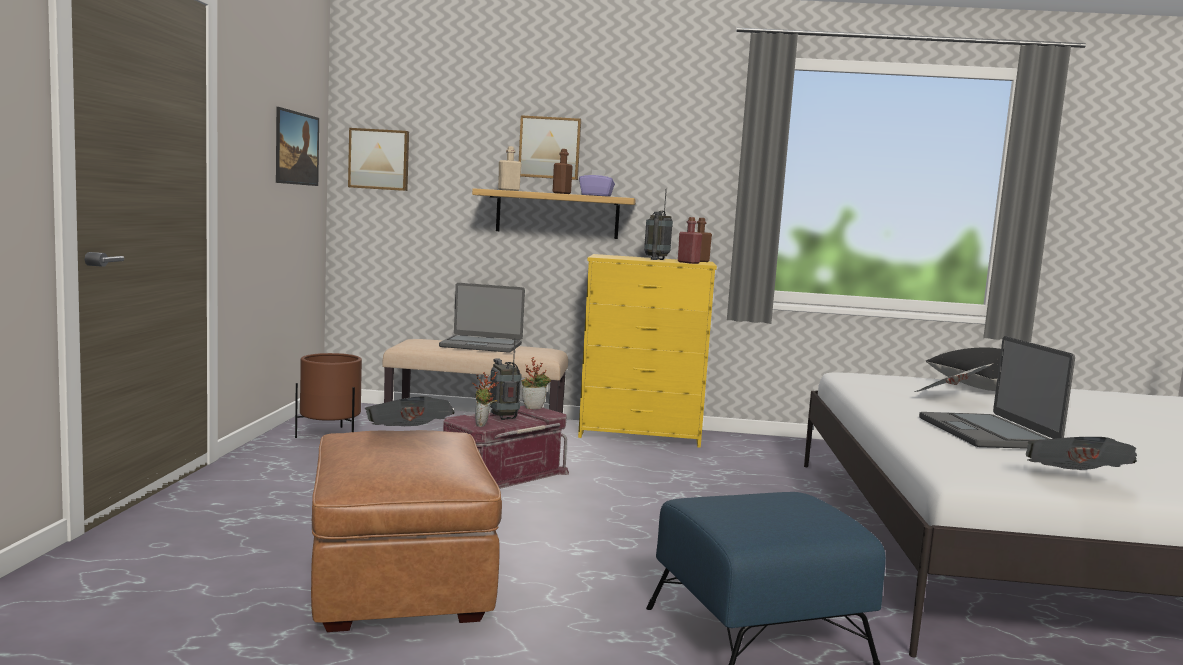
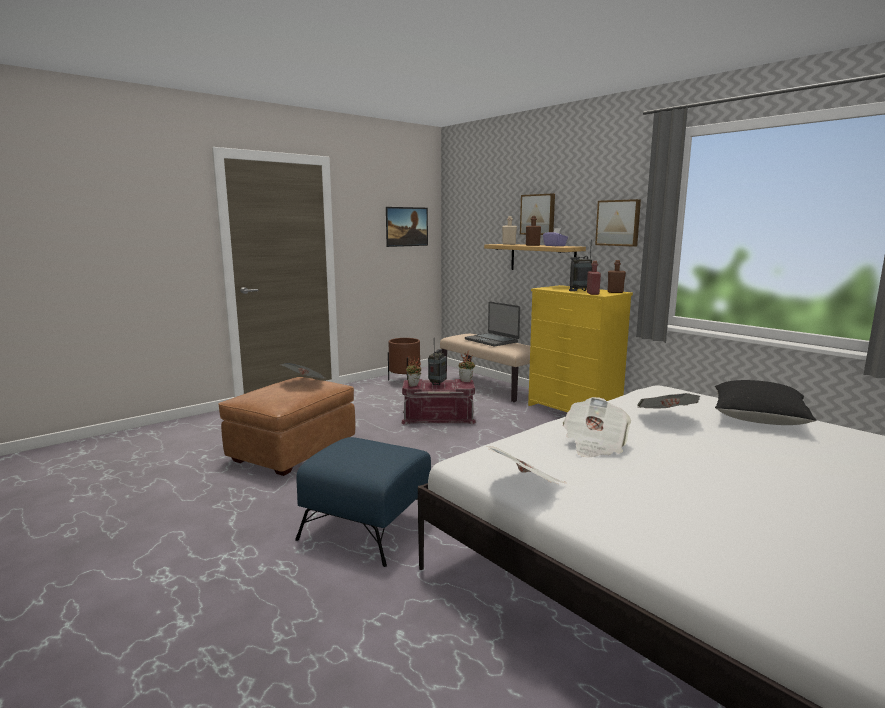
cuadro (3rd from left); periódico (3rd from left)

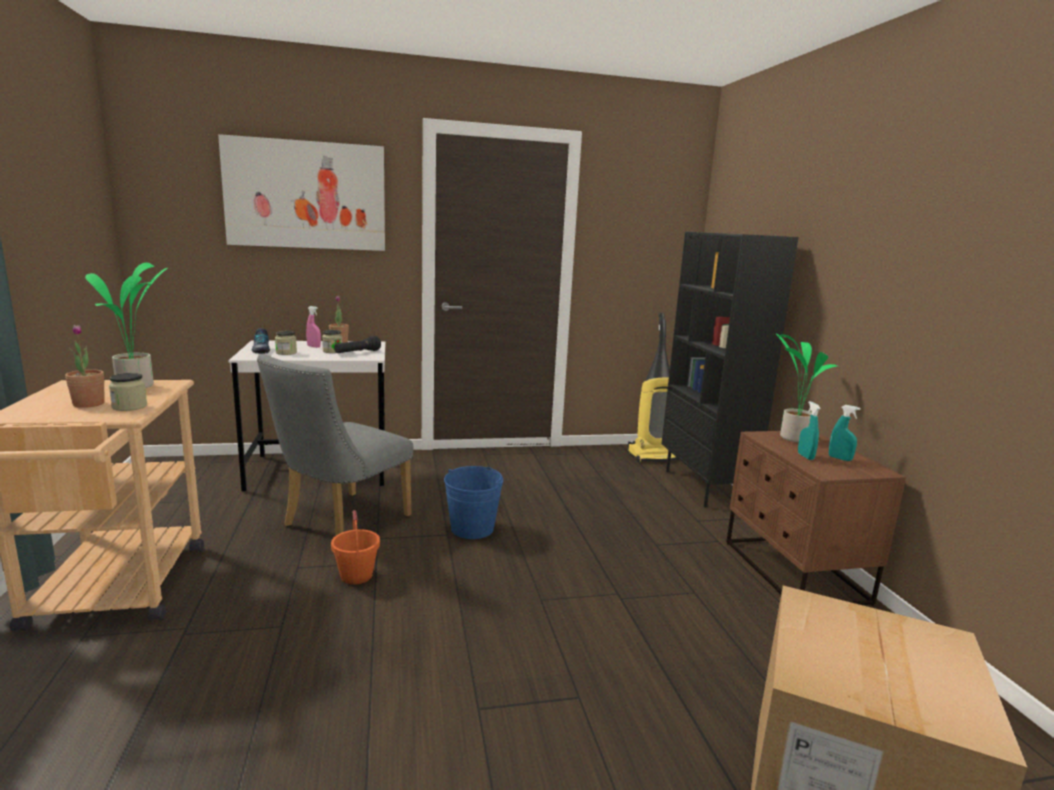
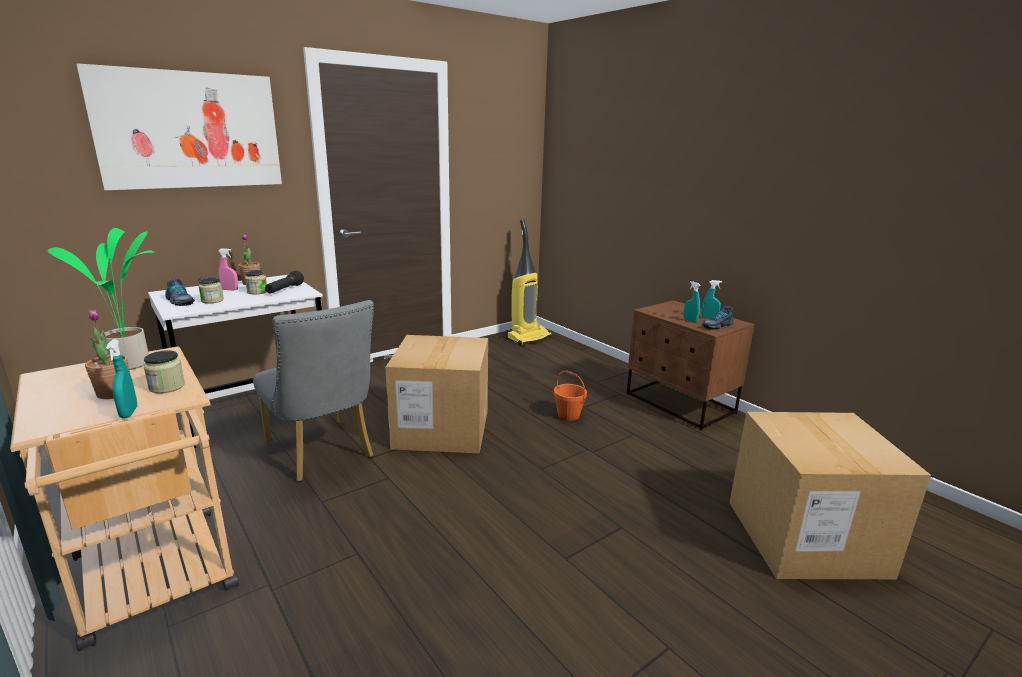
estantería [negro]; planta en maceta (4th from left in the first image); silla [gris]; caja de cartón (1st from left); cubo [naranja]; zapato (2nd from left); pulverizador [turquesa] (1st from left)

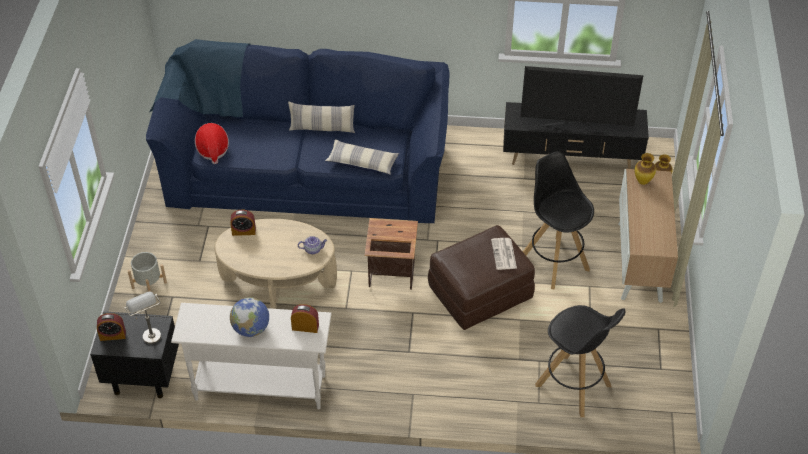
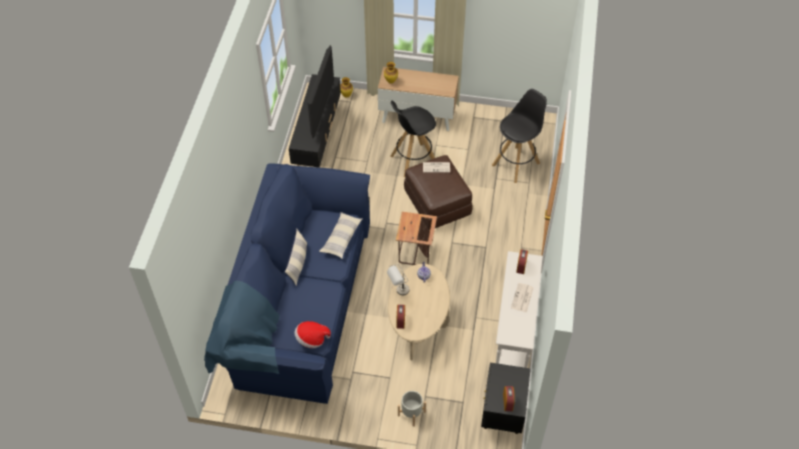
lámpara de mesa [gris]; periódico (2nd from left)

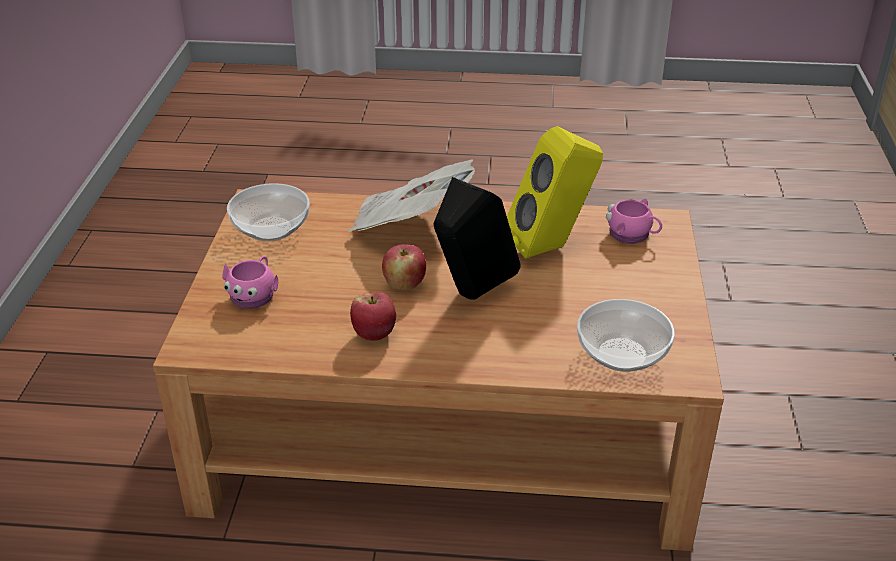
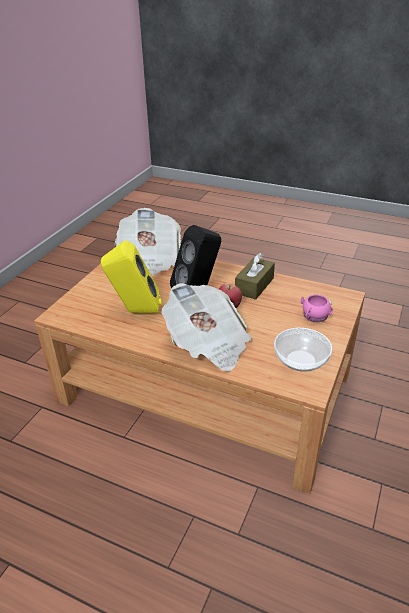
taza grande [rosa] (2nd from left in the first image); caja de pañuelos [marrón]; periódico (1st from left)

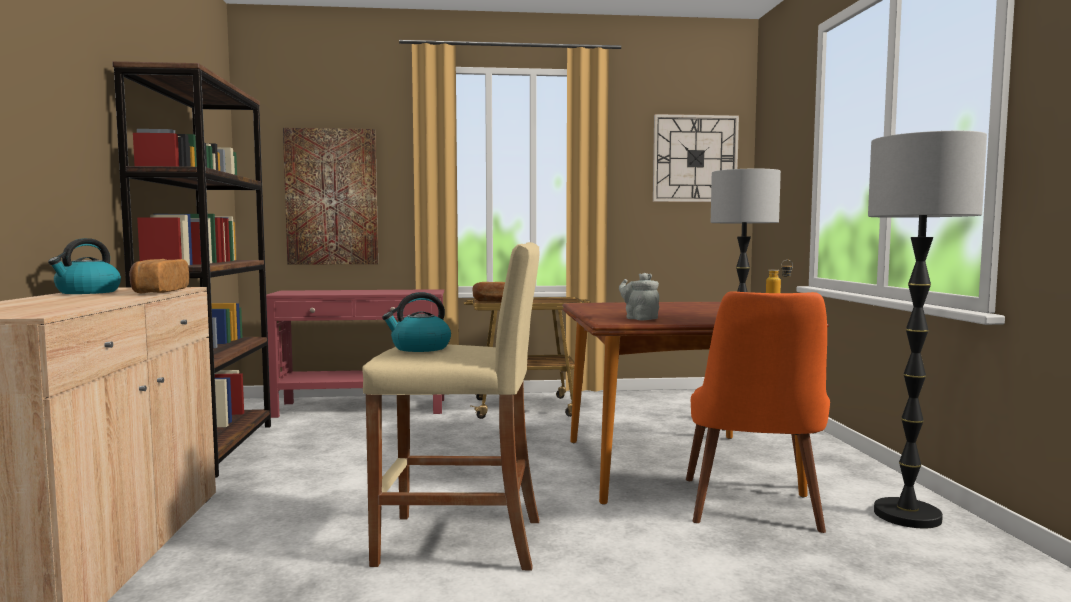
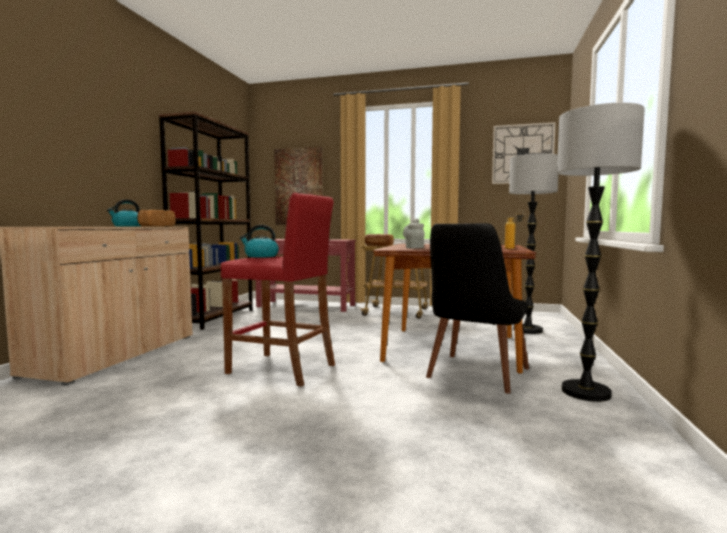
taburete [rojo]; silla [negro]

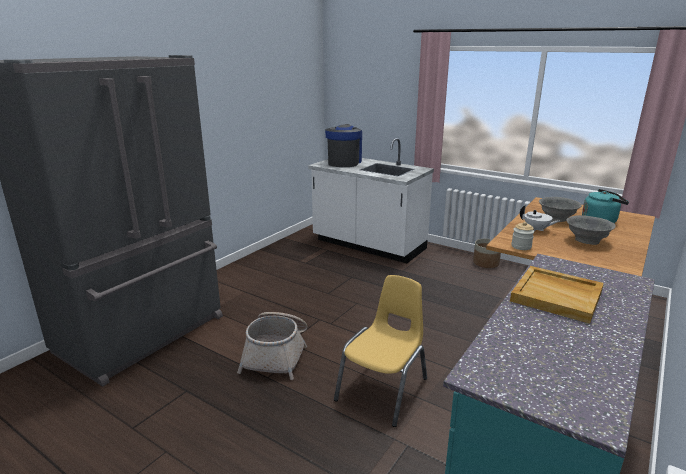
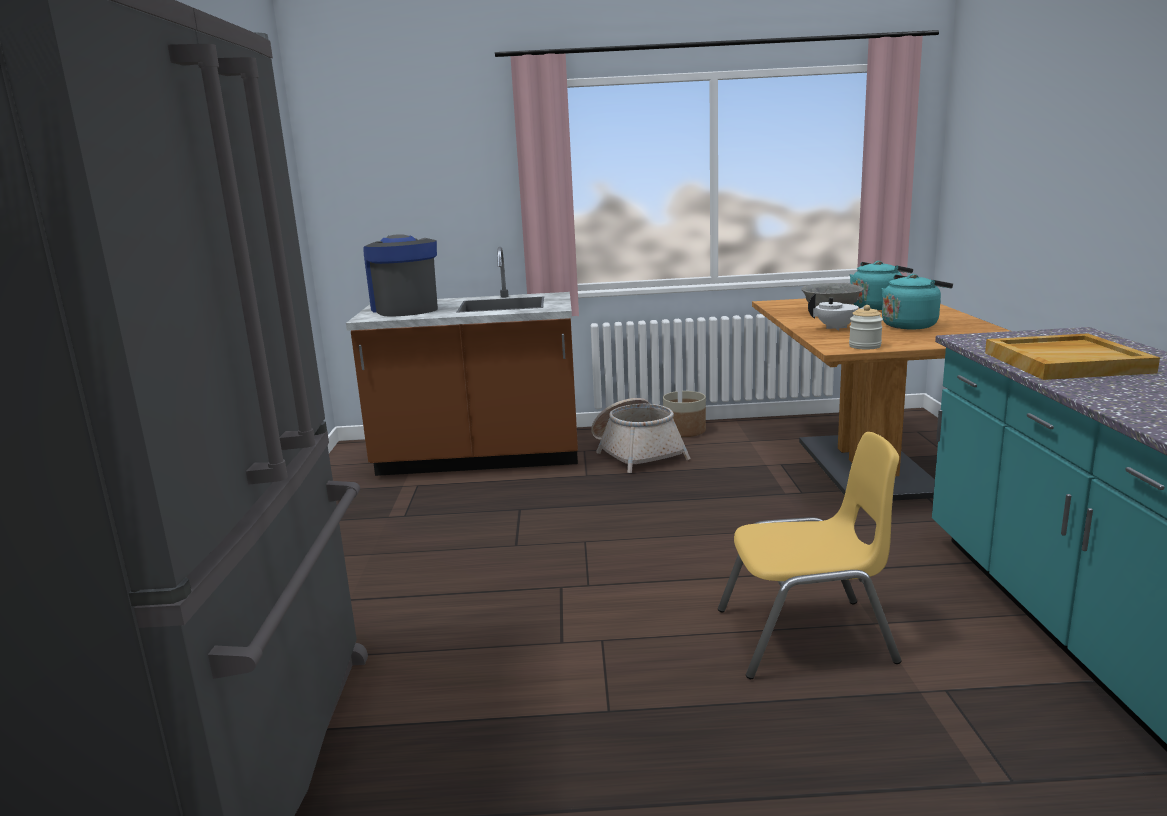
mueble bajo de cocina [marrón]; hervidor [turquesa] (2nd from left); silla [amarillo]; cesta

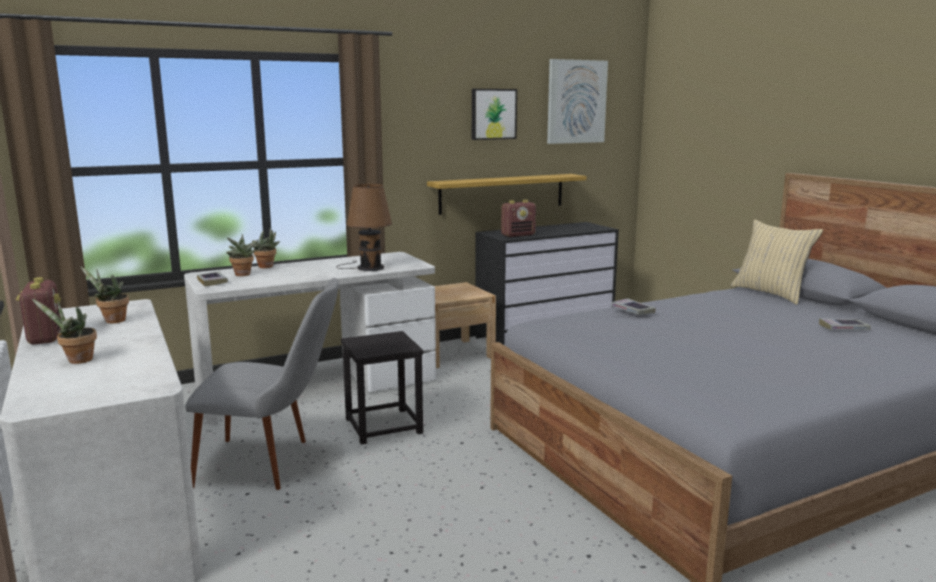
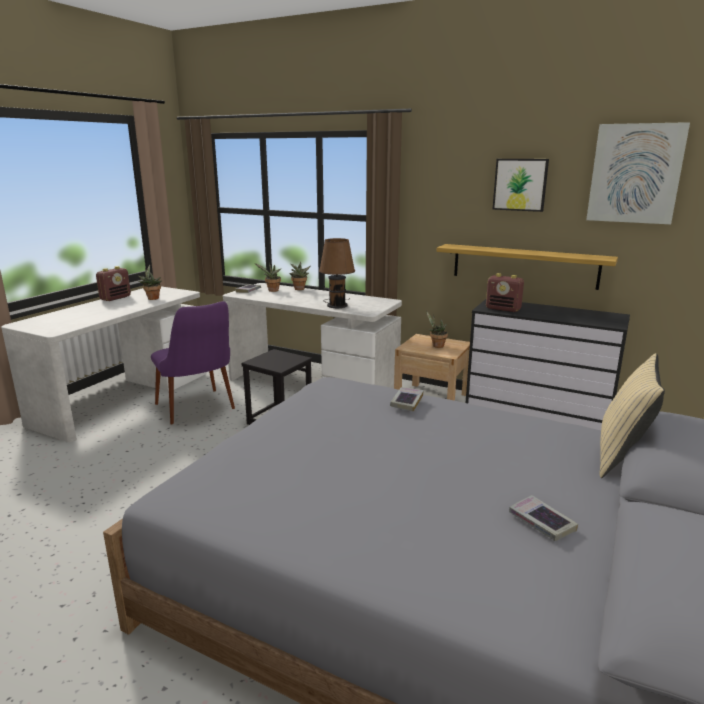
silla [morado]; planta en maceta (4th from left)

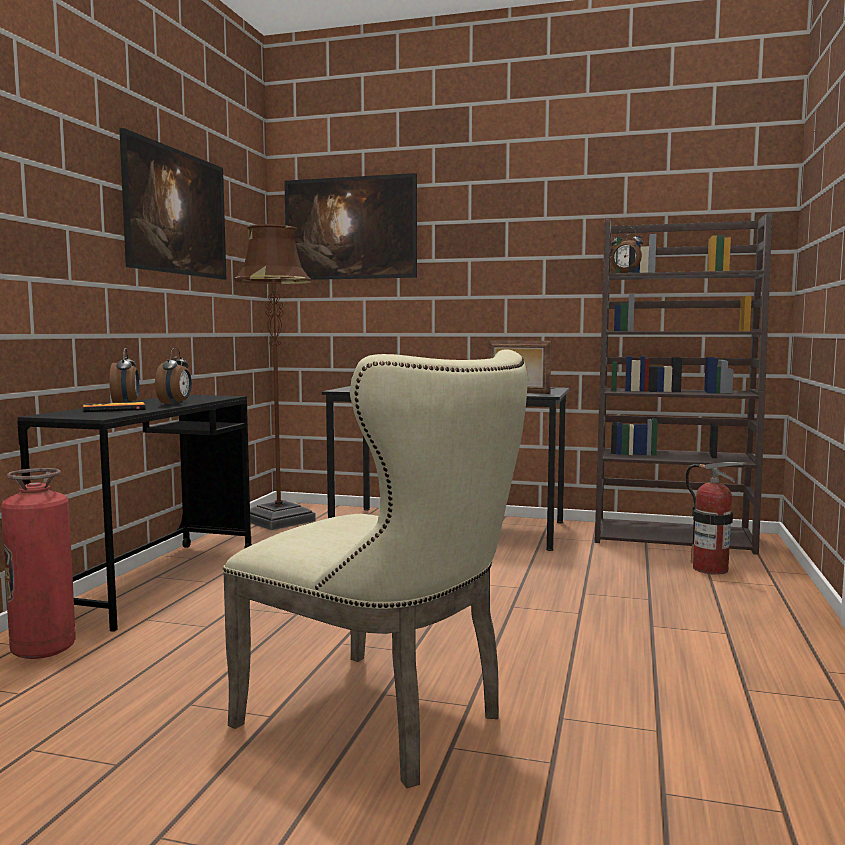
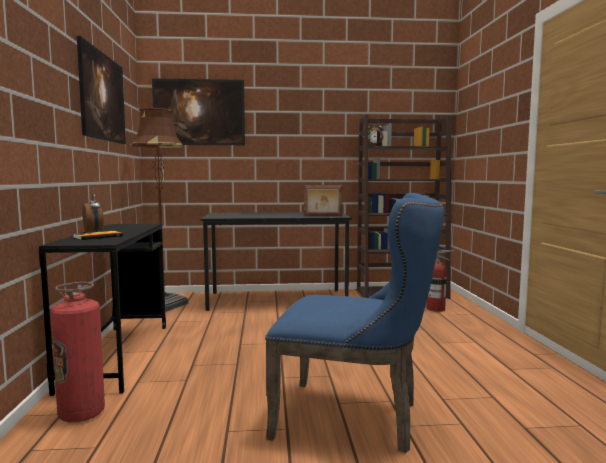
despertador (2nd from left in the first image); silla [azul]

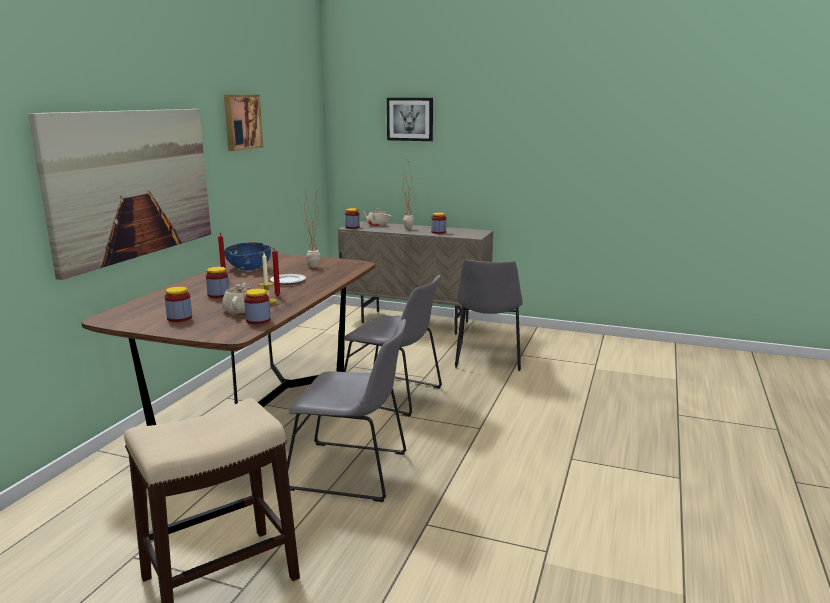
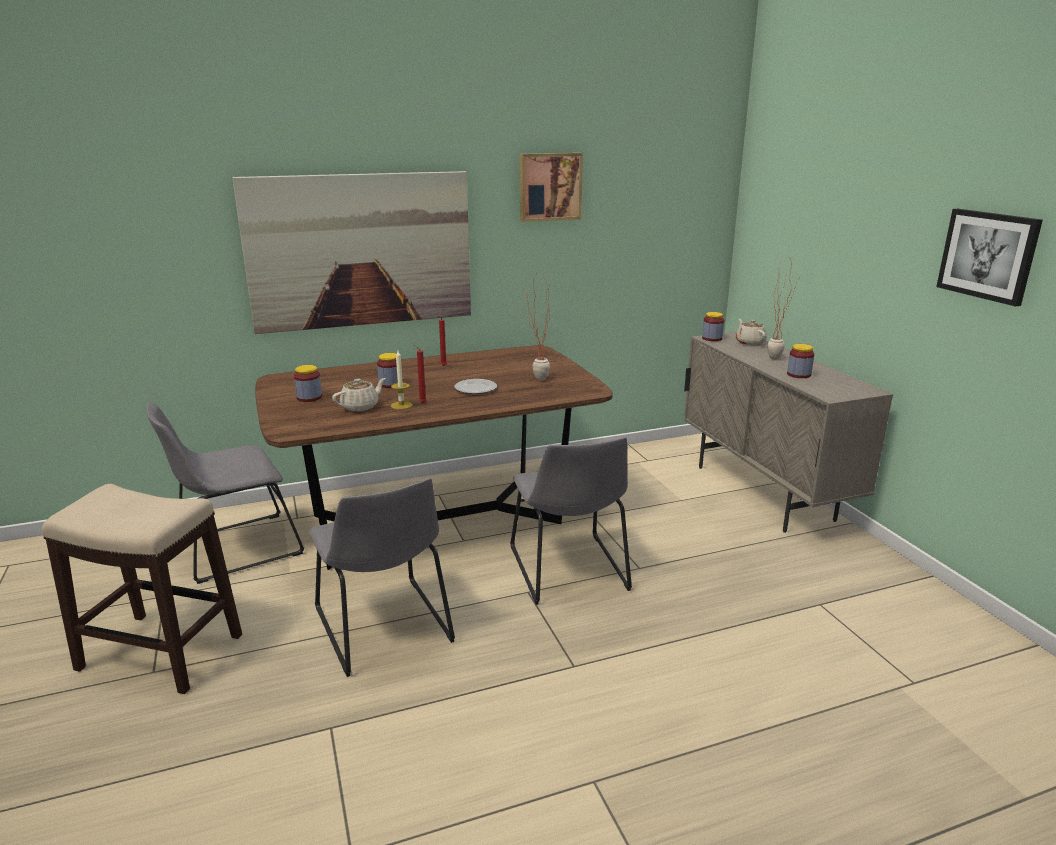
cuadro (3rd from left); cuenco [azul]; silla [gris] (1st from left); tarro (3rd from left in the first image)

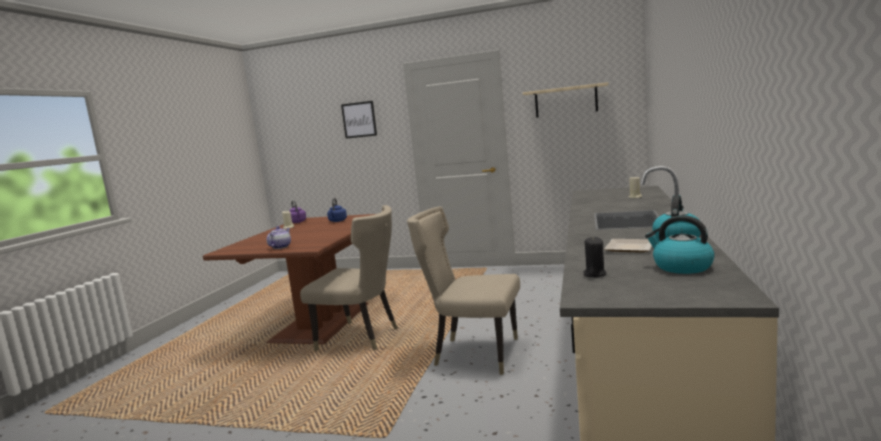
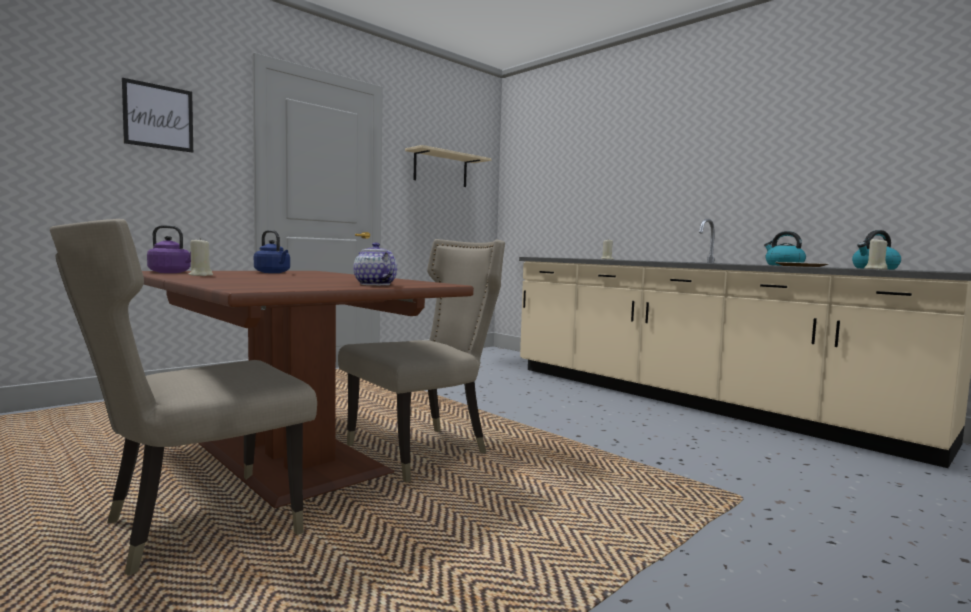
silla [beis] (1st from left); vela [beis] (3rd from left)

